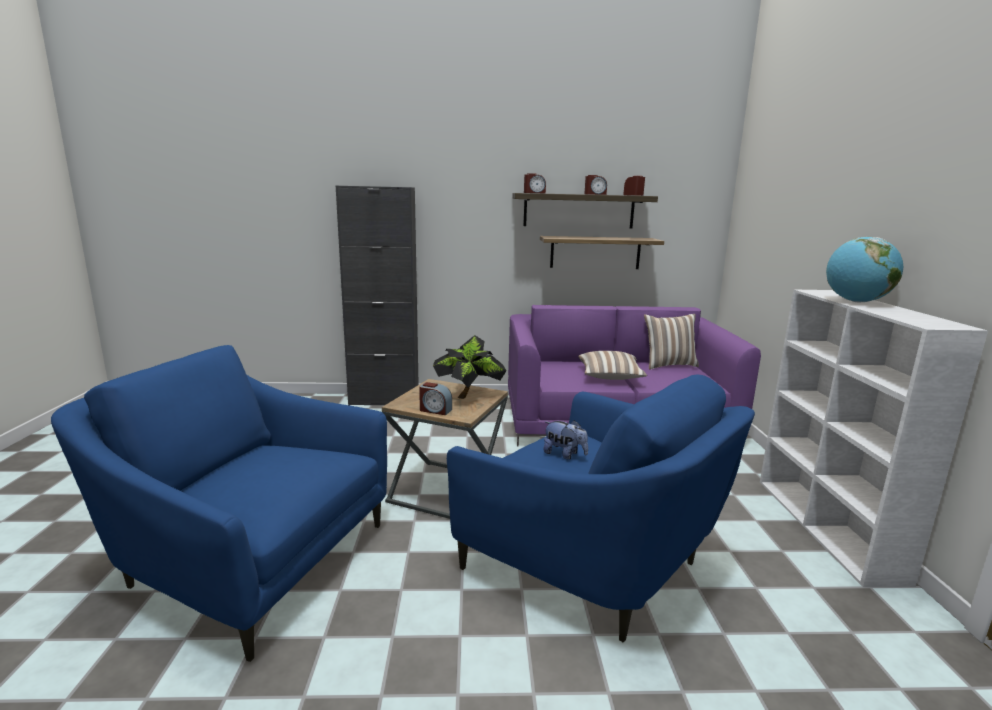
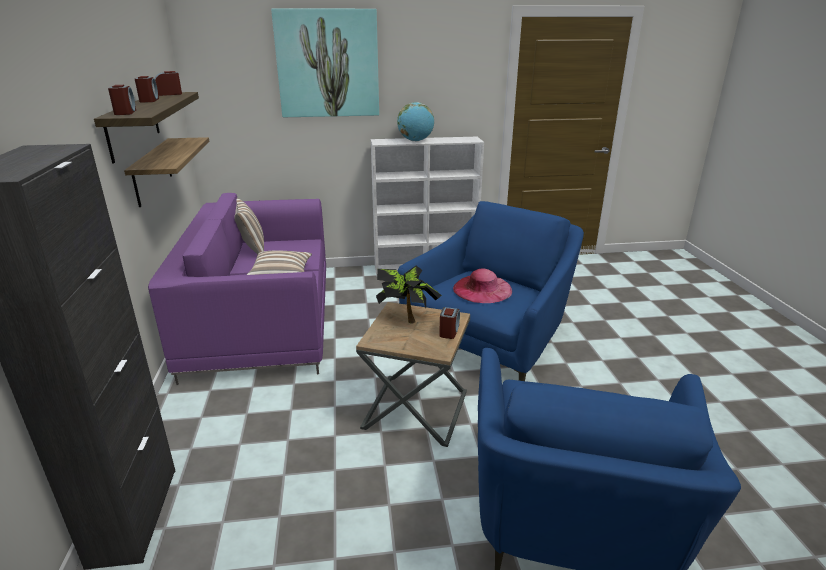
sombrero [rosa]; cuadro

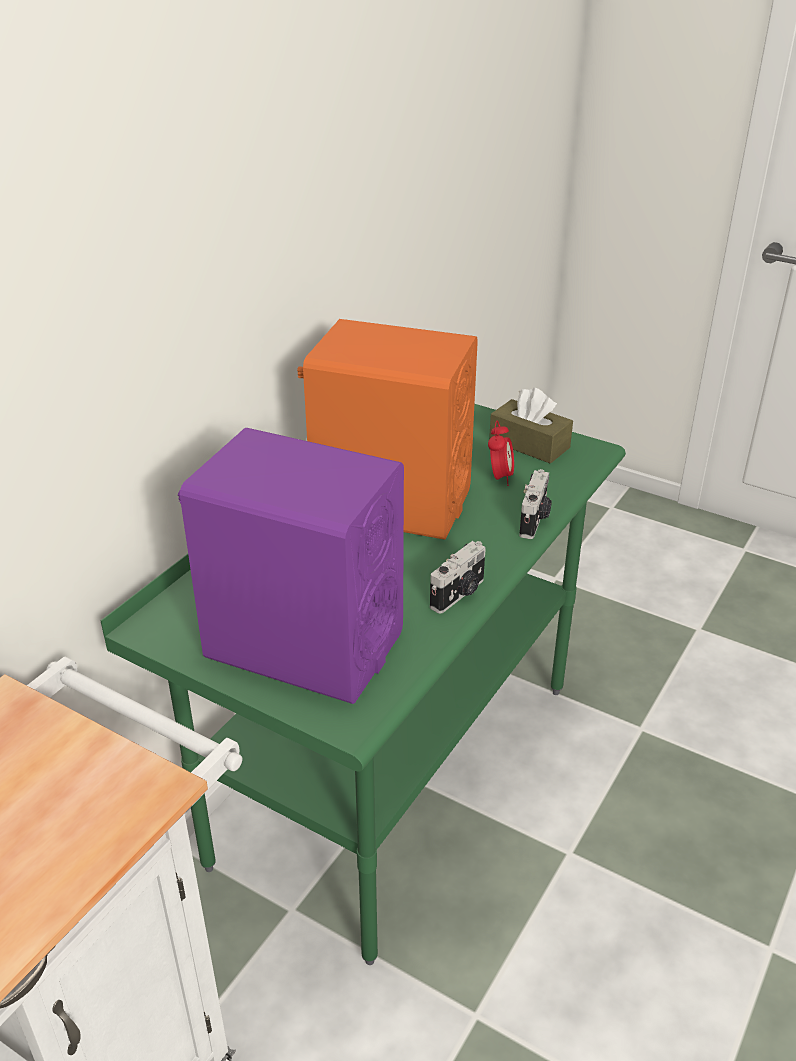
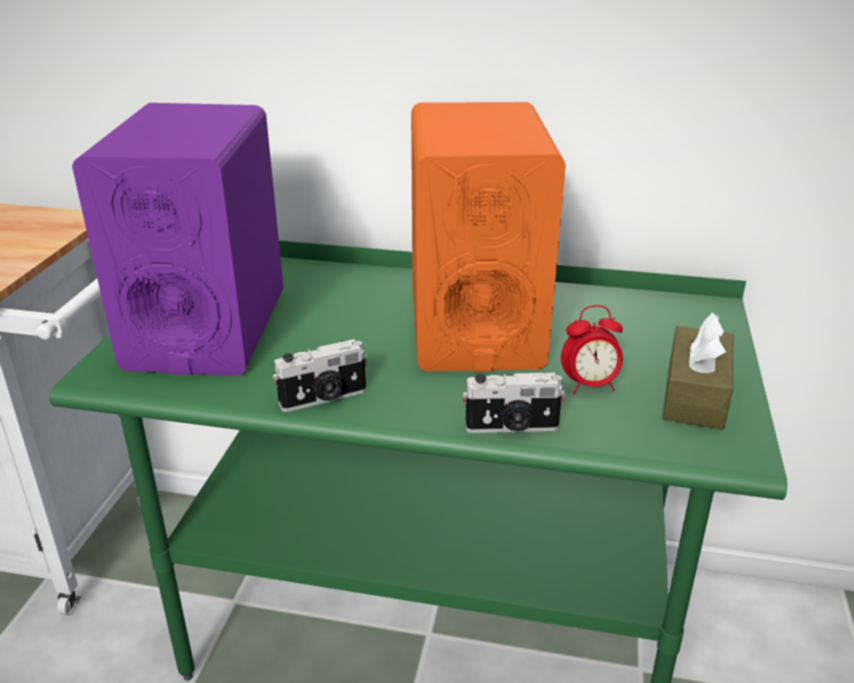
cámara (1st from left)

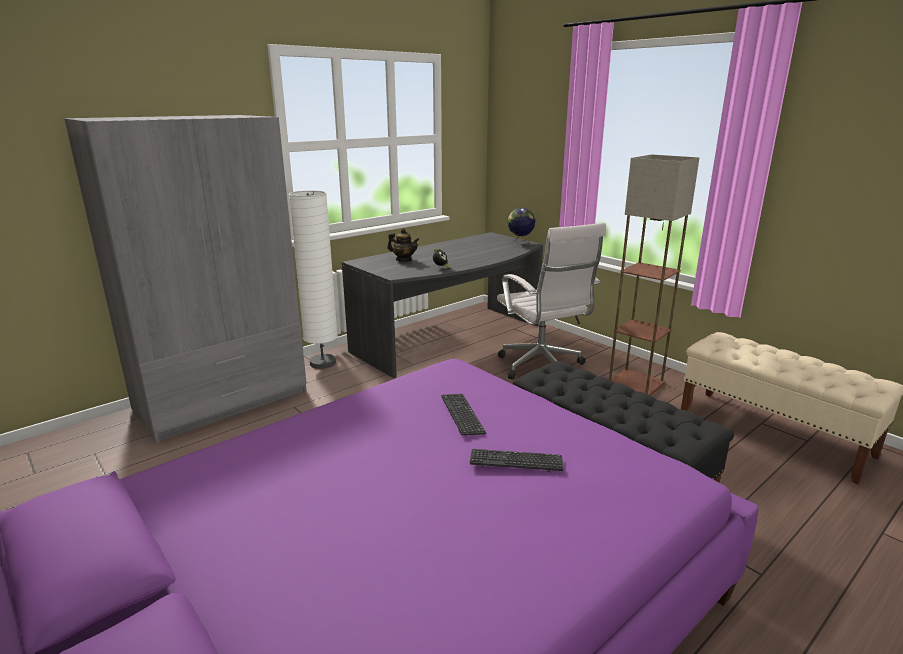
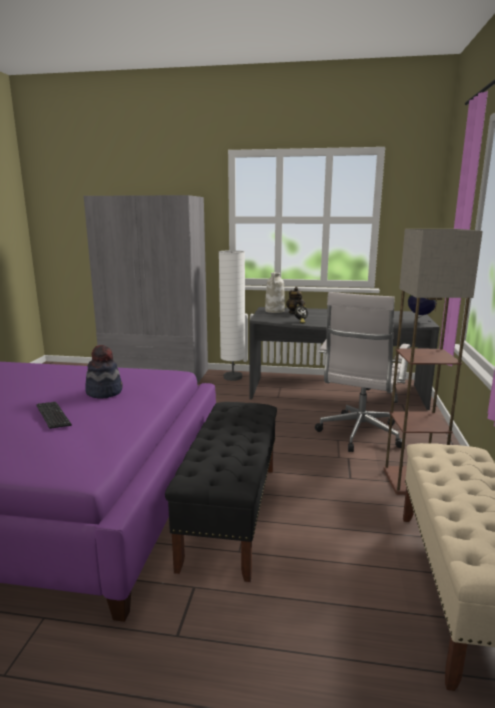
sombrero; florero [blanco]

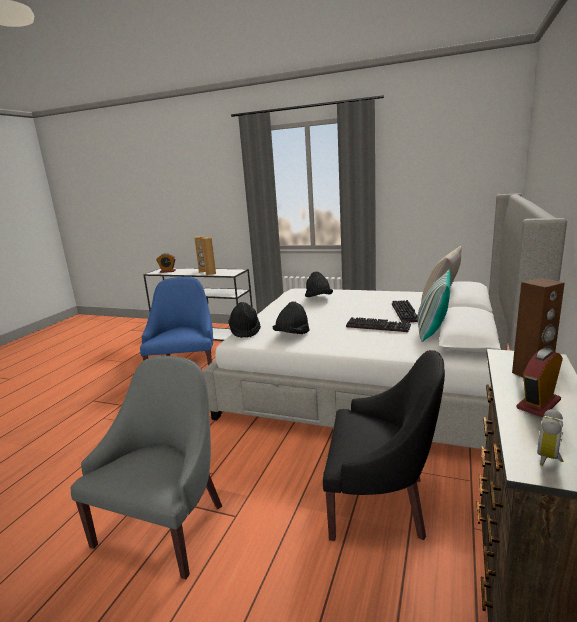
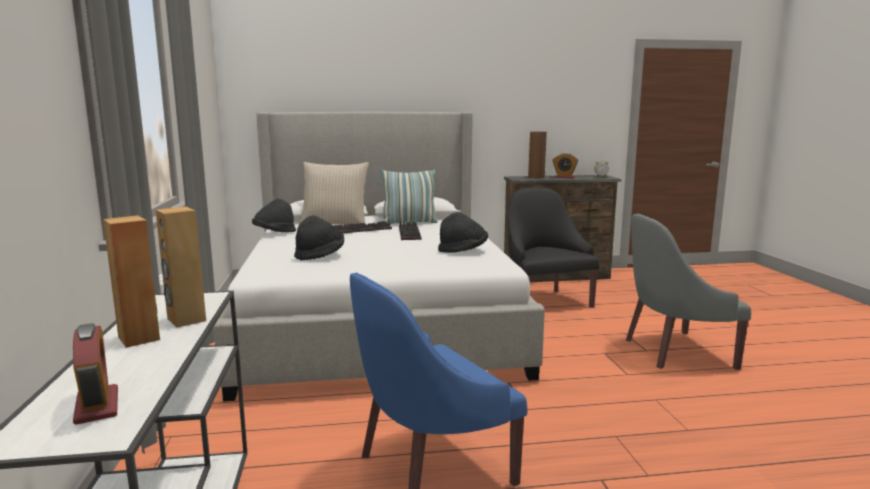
sombrero [negro] (1st from left)

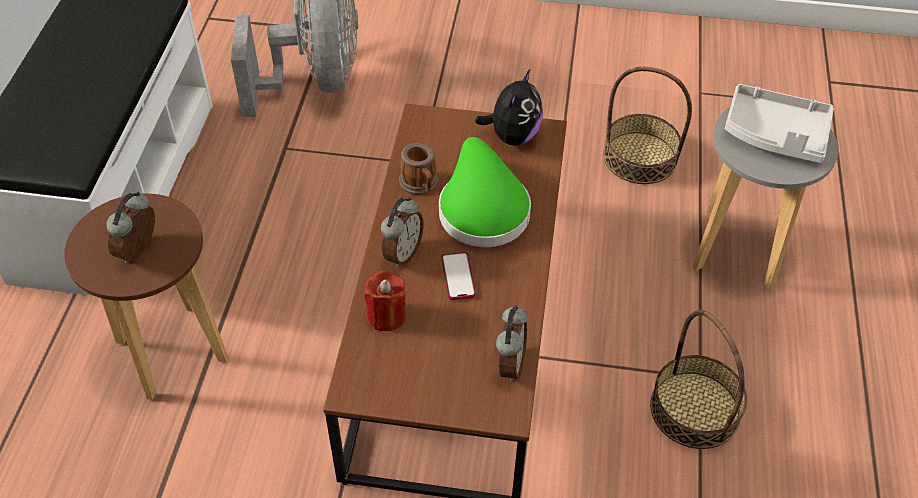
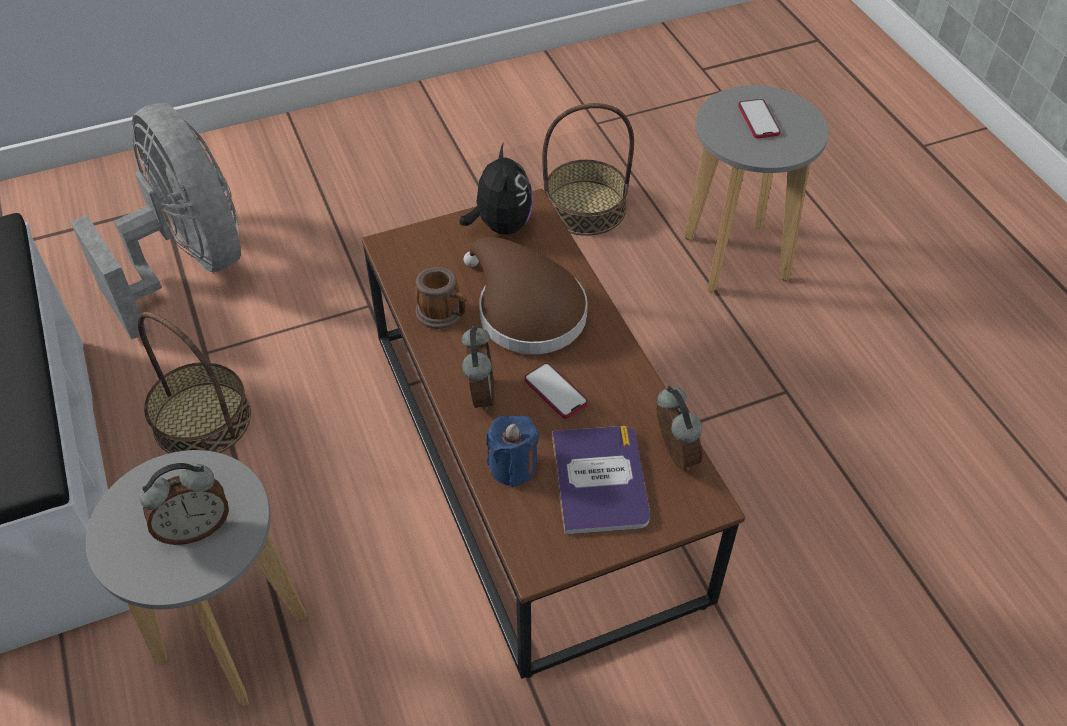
móvil (2nd from left); sombrero [marrón]; despertador (1st from left); taburete [gris] (1st from left); vela [azul]; cesta (1st from left); libro

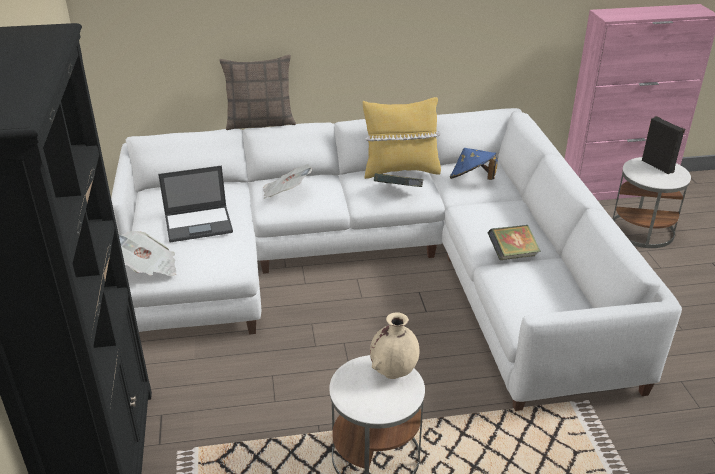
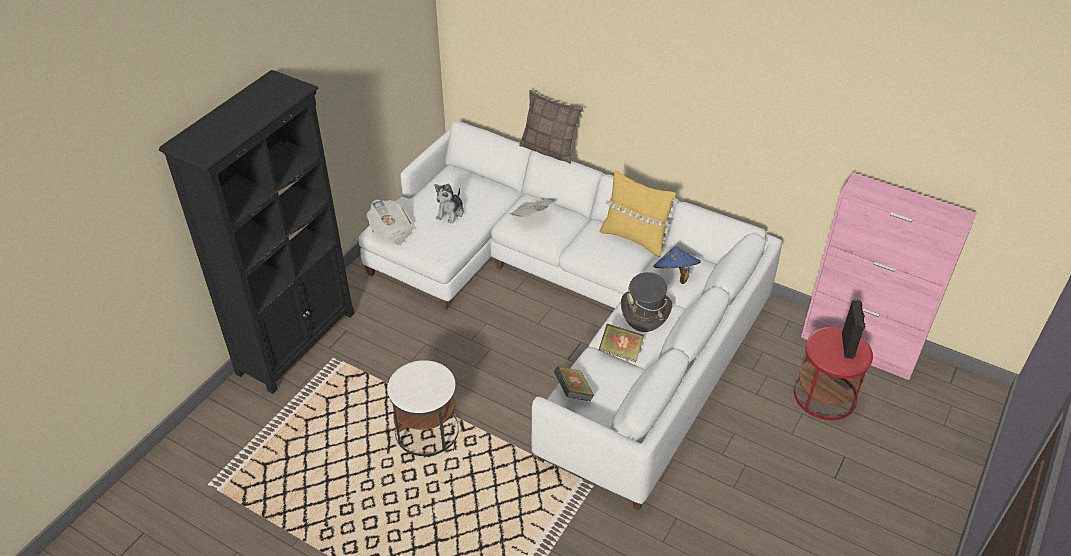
mesa auxiliar [rojo]; peluche; libro (1st from left); florero [beis]; sombrero [gris]

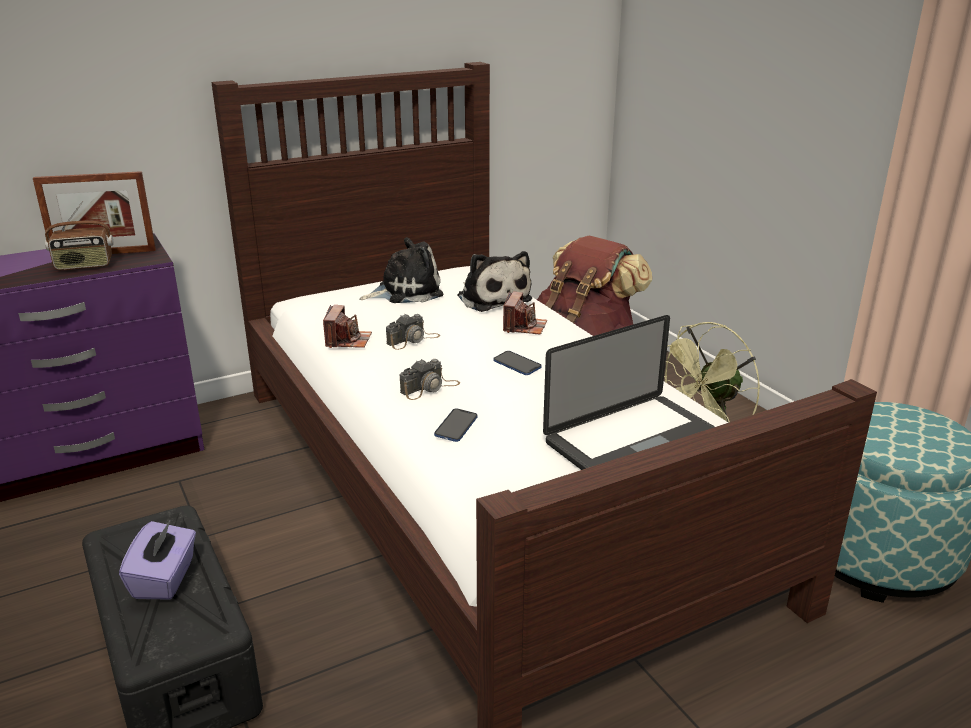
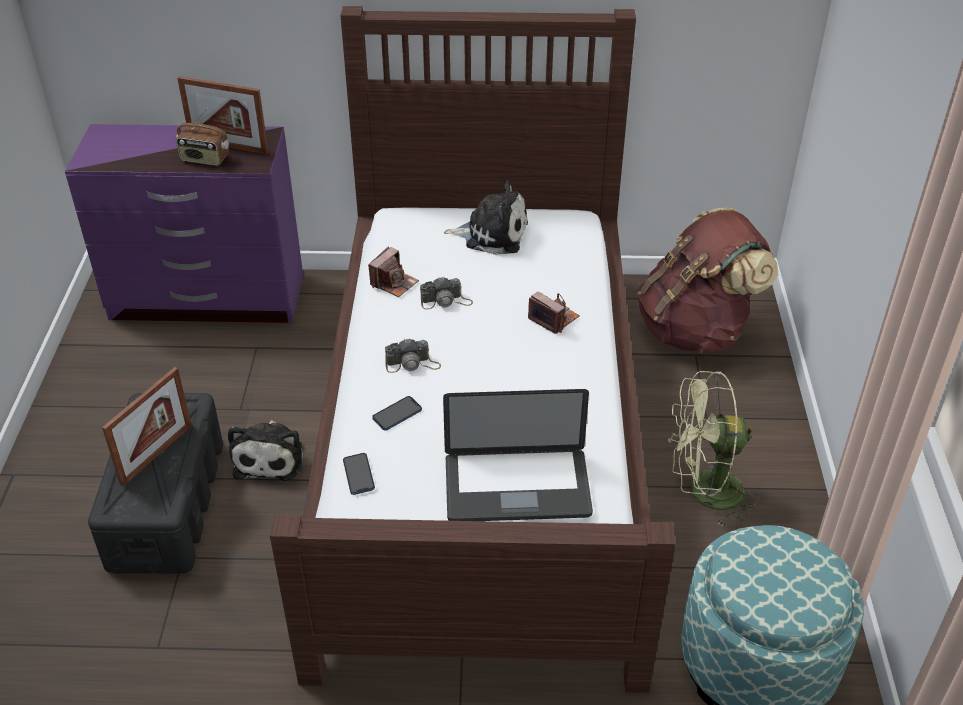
peluche (1st from left); cámara (4th from left); móvil (1st from left); portarretratos (1st from left)

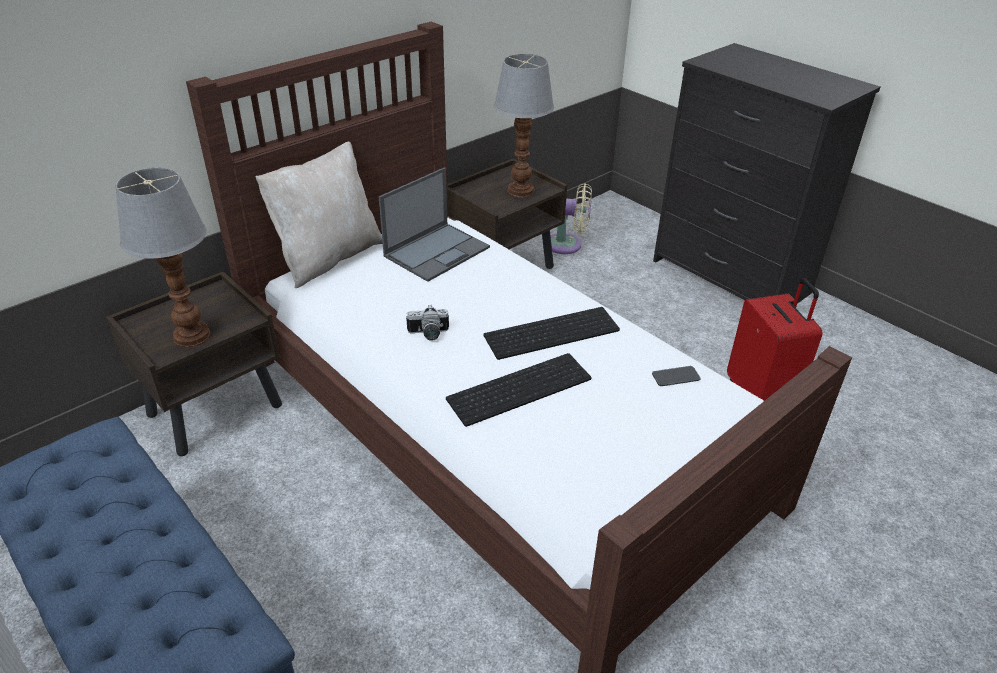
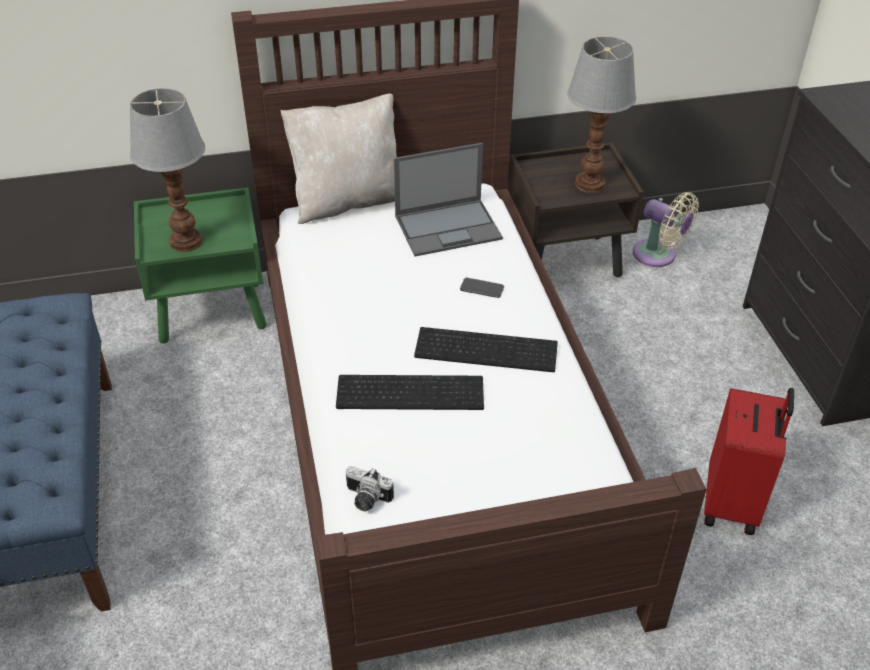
mesita de noche [verde]; cámara; móvil

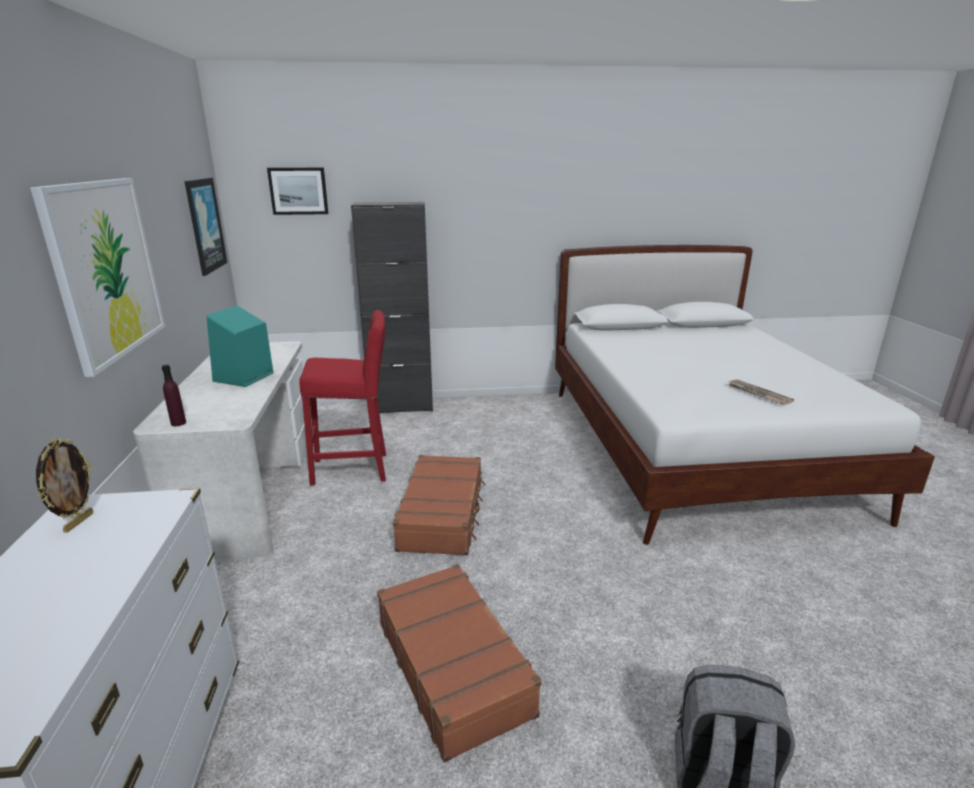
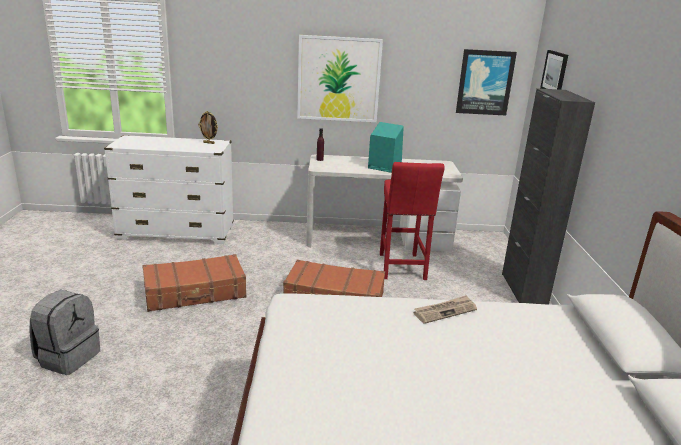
periódico

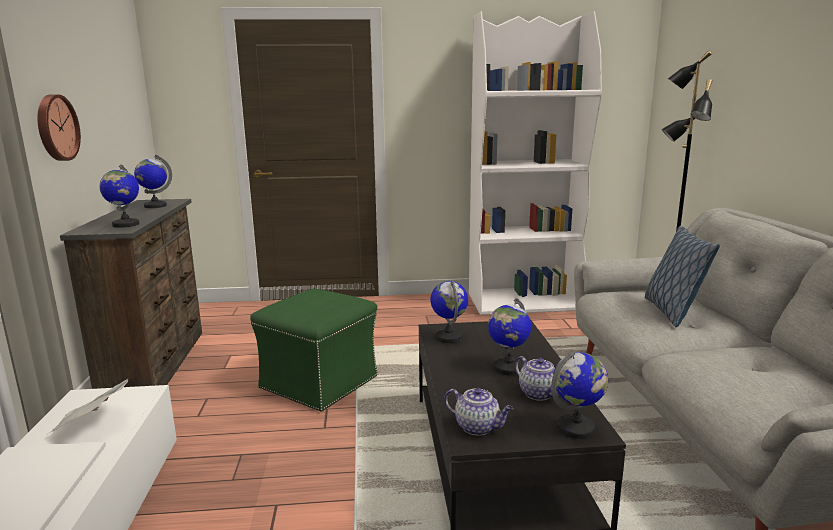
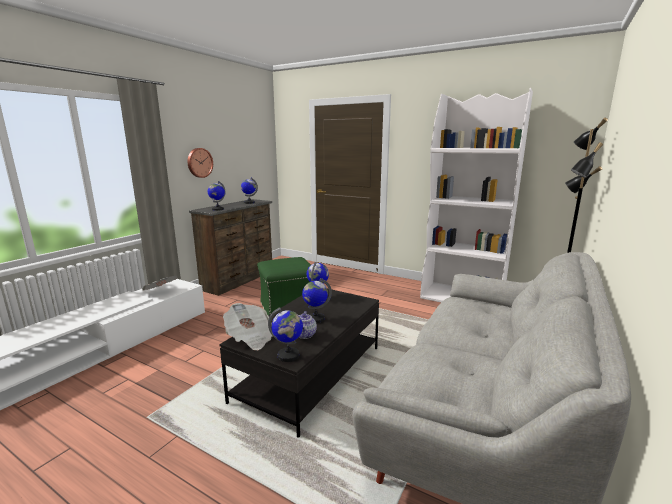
cojín; periódico (2nd from left)

